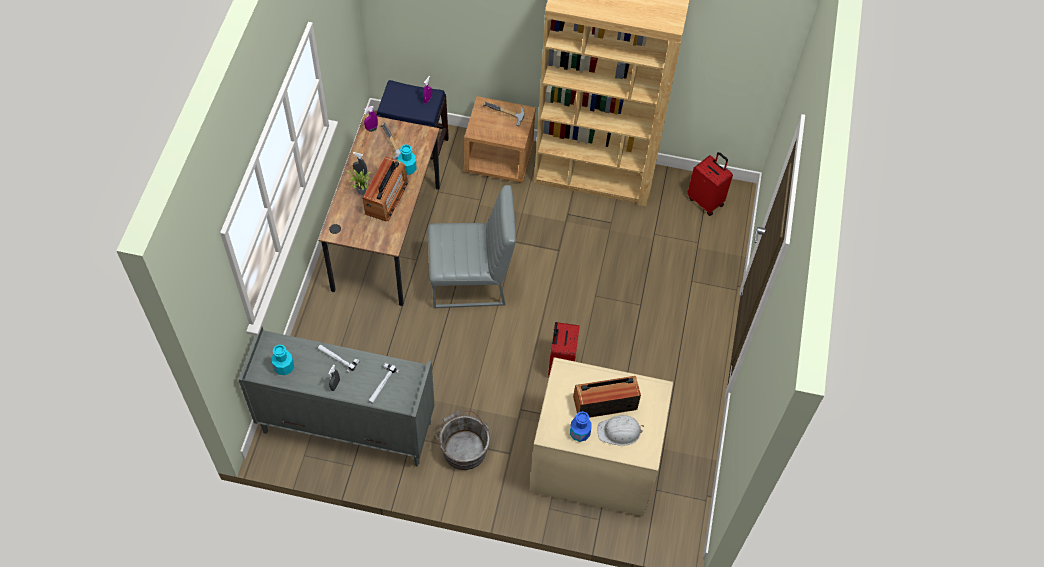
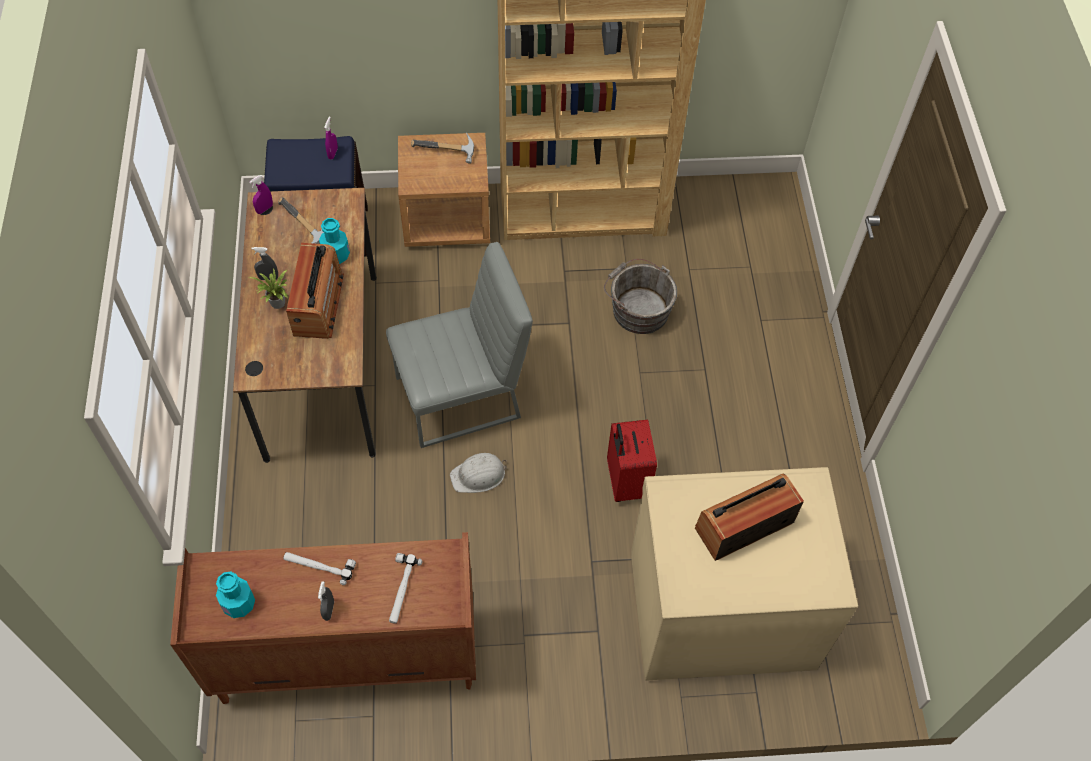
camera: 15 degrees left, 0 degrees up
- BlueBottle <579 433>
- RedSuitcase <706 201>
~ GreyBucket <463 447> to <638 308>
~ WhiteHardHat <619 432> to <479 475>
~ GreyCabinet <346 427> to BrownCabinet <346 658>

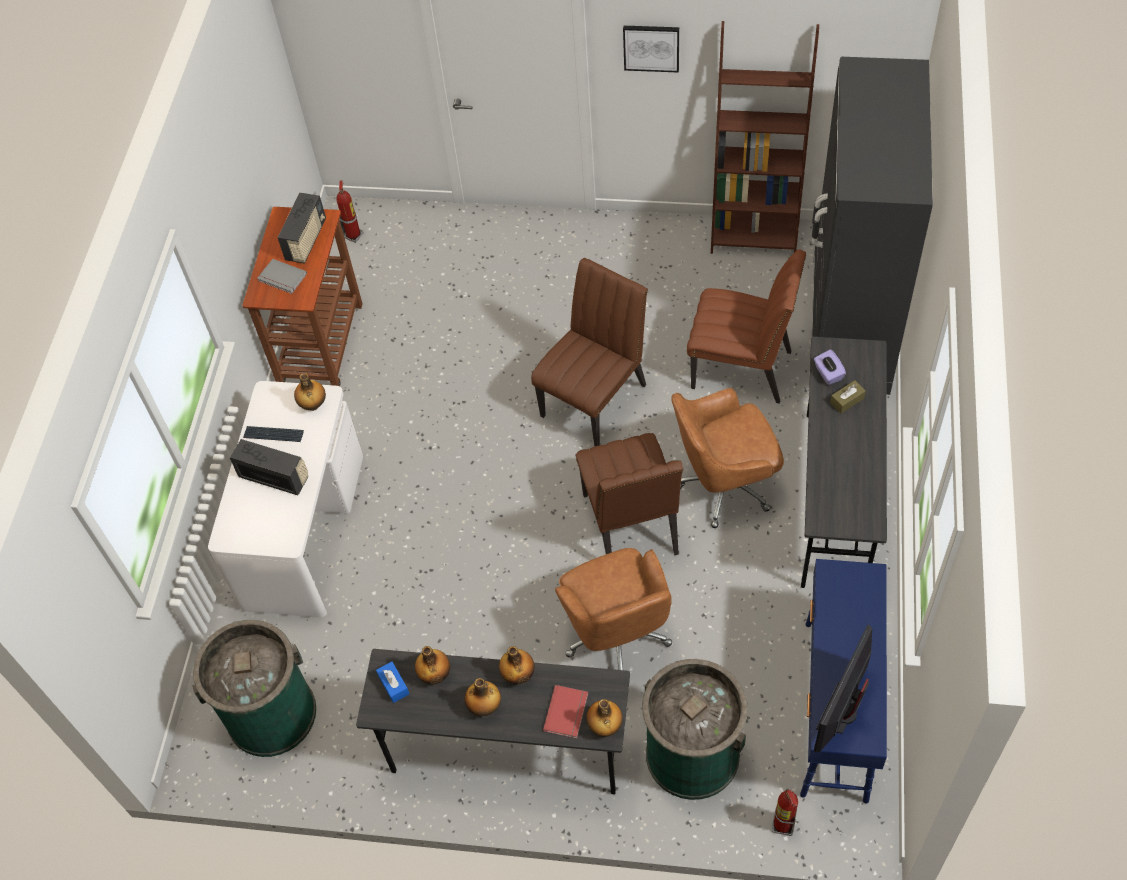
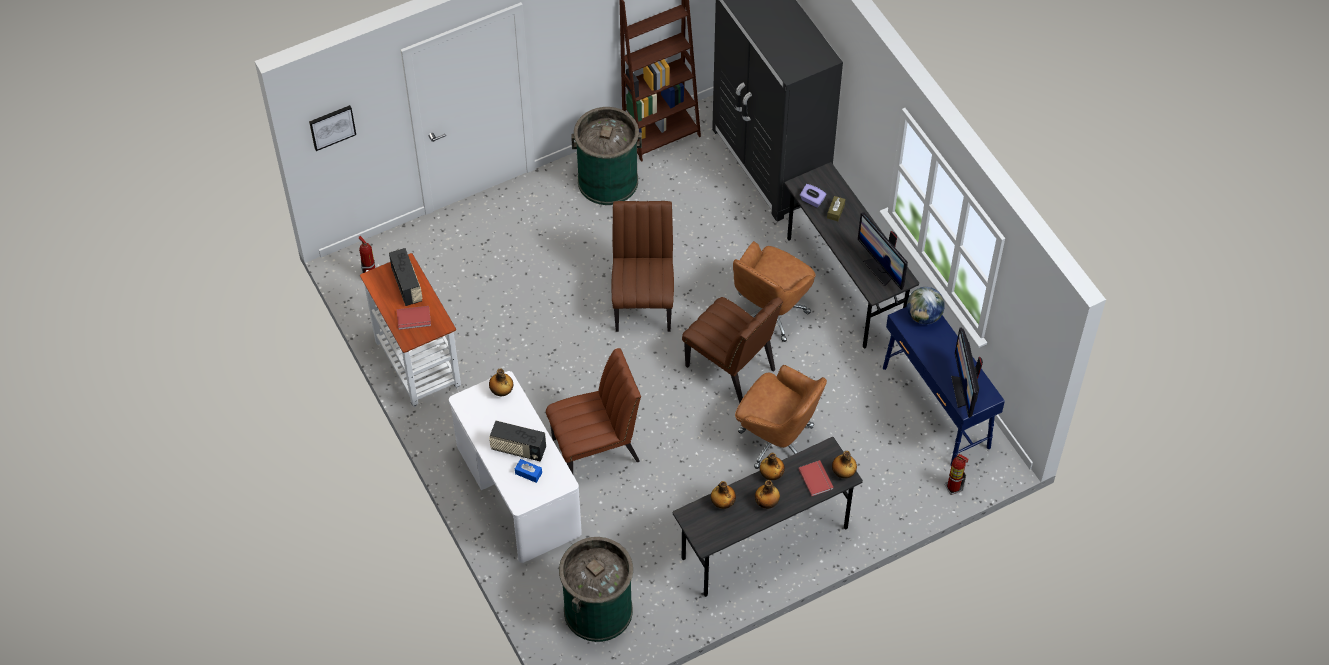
camera: 40 degrees left, 0 degrees up
- Keyboard <273 434>
+ Monitor <881 269>
+ Globe <923 316>
~ BlueTissueBox <393 685> to <528 473>
~ Picture <651 47> to <332 127>
~ GreenTrashCan <692 754> to <608 181>
~ BrownChair <740 369> to <595 451>
~ BrownCart <321 343> to WhiteCart <417 364>
~ GreyBook <282 278> to RedBook <414 319>
~ Radio <274 477> = <518 449> 150 degrees counterclockwise

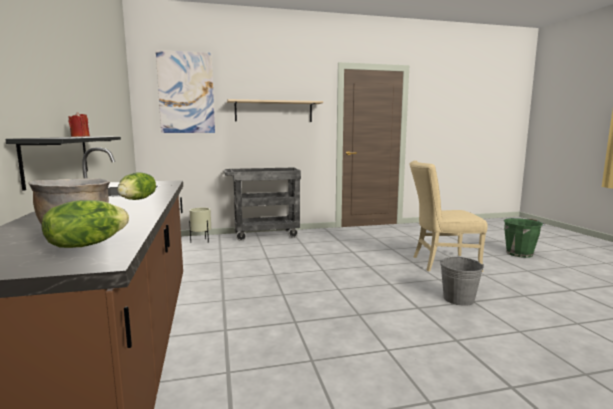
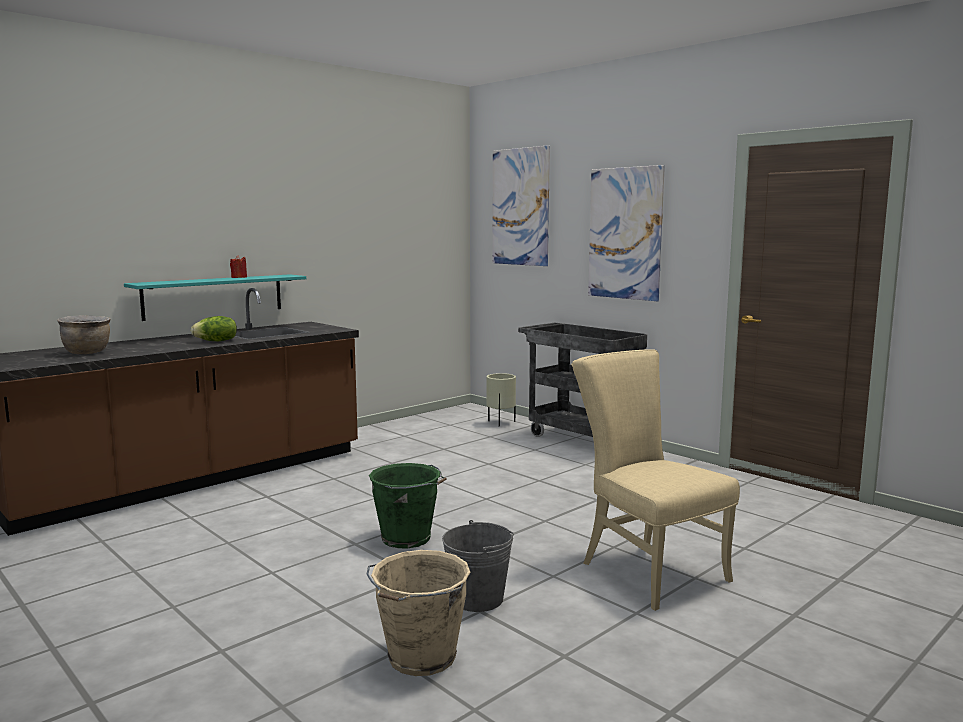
camera: 60 degrees right, 0 degrees up
- Lettuce <87 244>
+ BeigeBucket <420 658>
~ GreenBucket <520 253> to <408 539>
~ BeigeShelf <274 111> to Picture <624 233>
~ BlackShelf <58 158> to TurquoiseShelf <214 296>

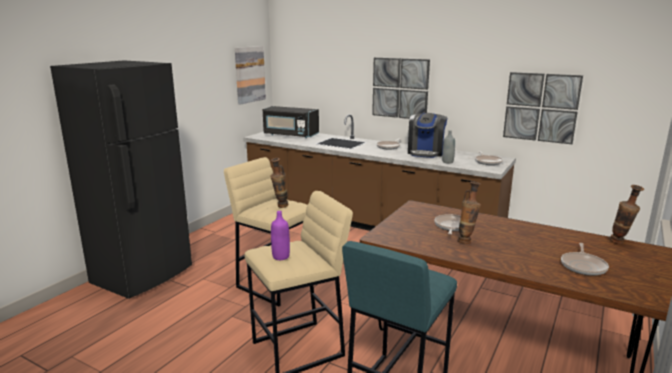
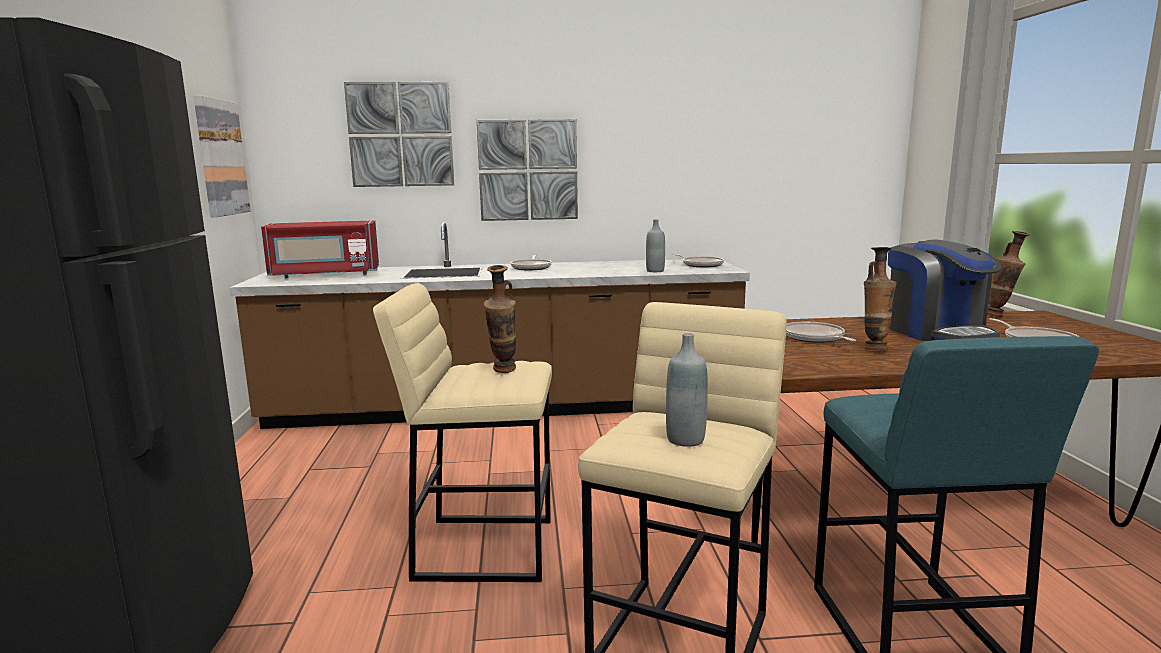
camera: 35 degrees left, 5 degrees down
~ CoffeeMachine <425 152> to <936 332>
~ Picture <541 107> to <401 135>
~ BlackMicrowave <290 135> to RedMicrowave <325 274>
~ PurpleBottle <281 256> to GreyBottle <685 439>

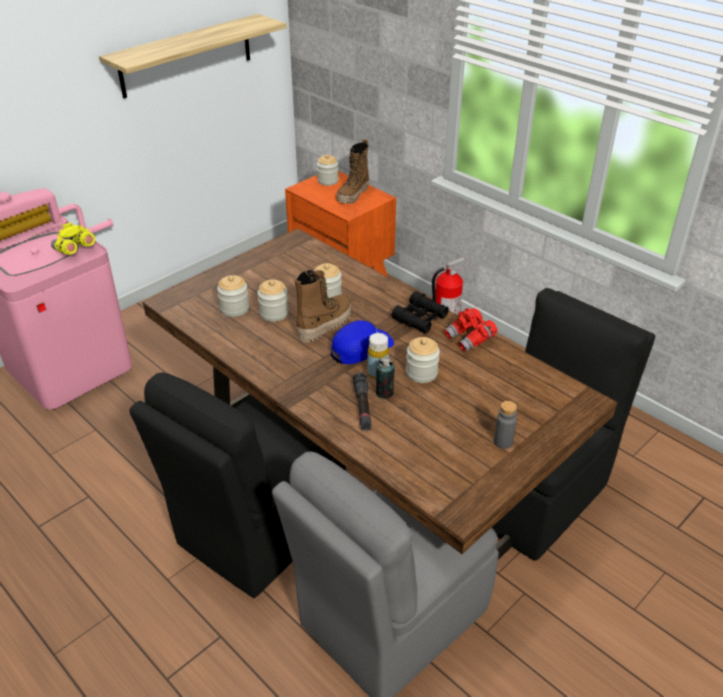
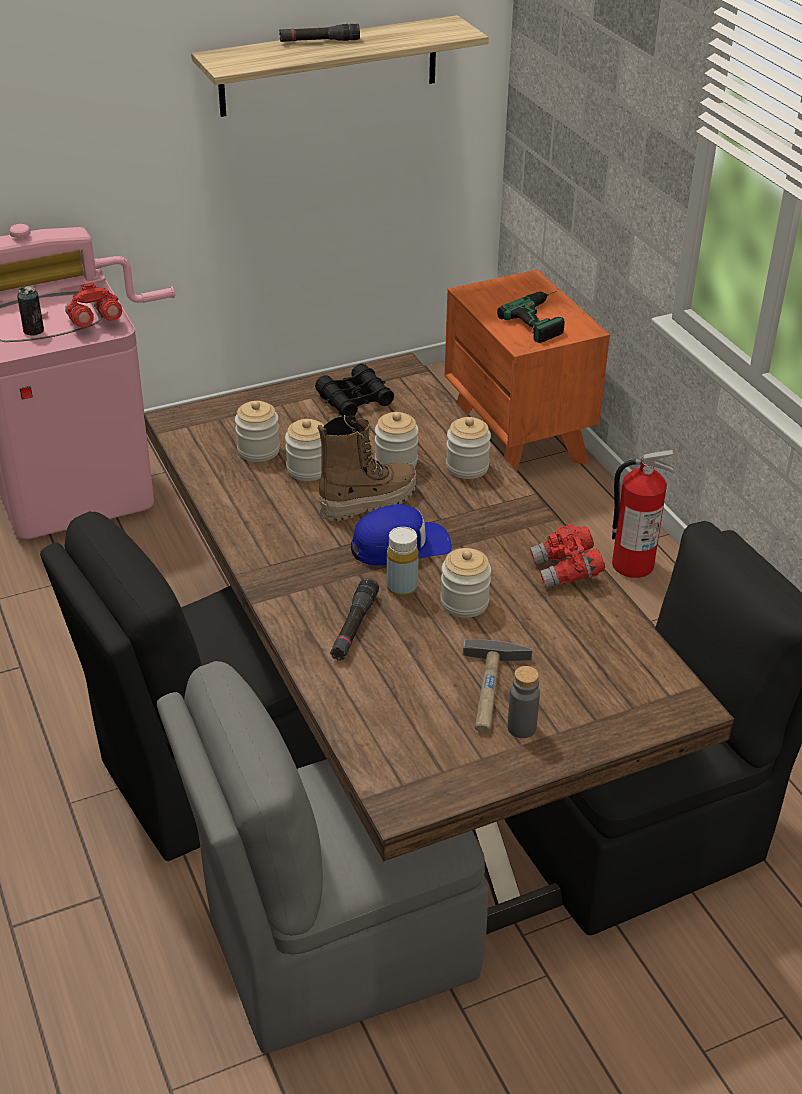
camera: 20 degrees right, 0 degrees up
+ BlackFlashlight <319 41>
+ Hammer <492 690>
~ Jar <328 181> to <467 467>
~ Can <384 393> to <33 330>
~ BlackBinoculars <420 318> to <355 400>
~ Boot <353 195> to PowerDrill <544 318>
~ YellowBinoculars <74 250> to RedBinoculars <94 323>

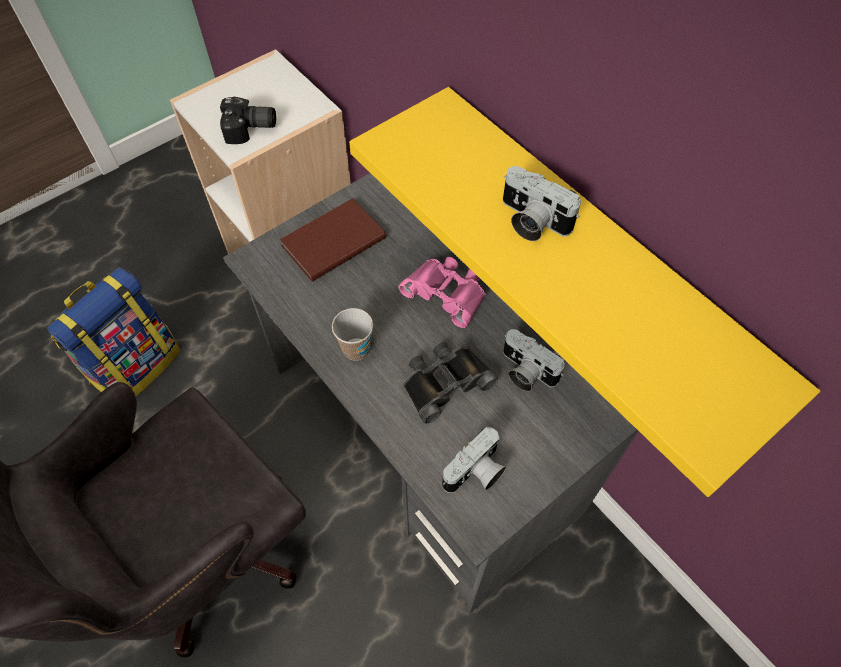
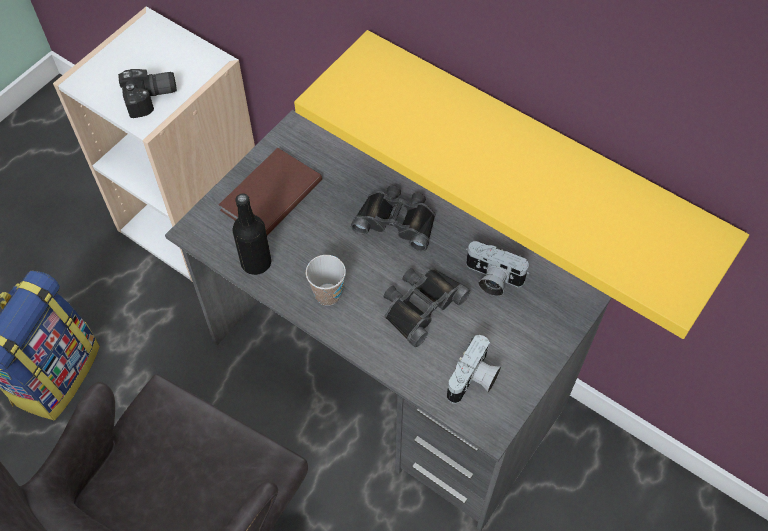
camera: 15 degrees left, 0 degrees up
- PhotoCamera <531 221>
+ BlackBottle <256 262>
~ PinkBinoculars <446 292> to BlackBinoculars <397 221>

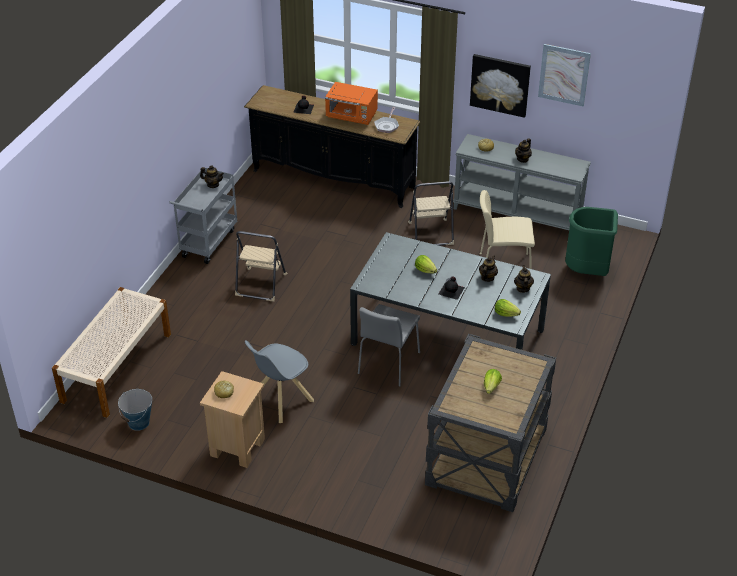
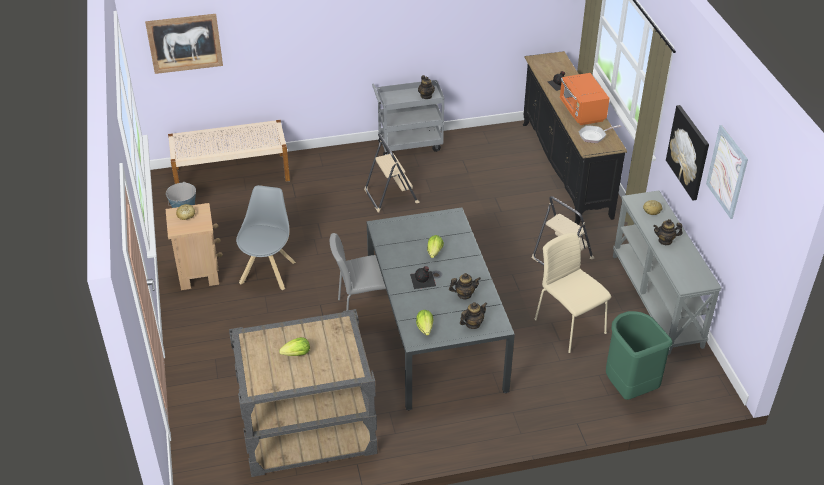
camera: 55 degrees right, 0 degrees up
+ Picture <184 43>
~ GreyChair <280 400> = <268 271> 90 degrees clockwise

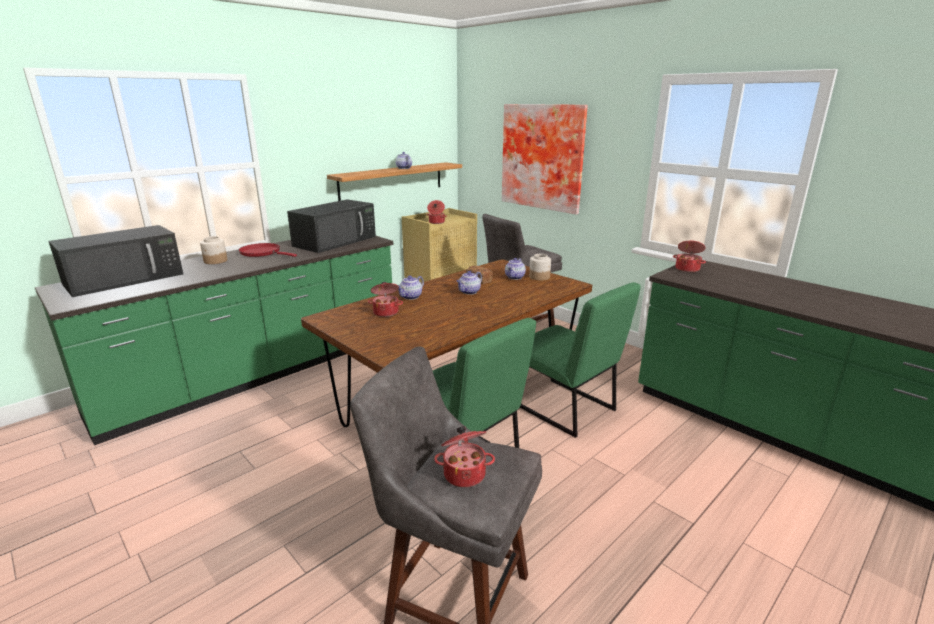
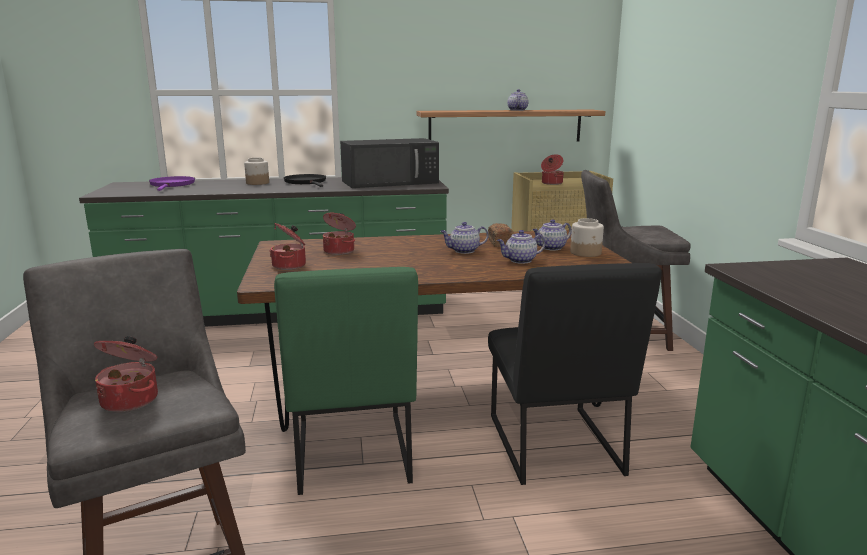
camera: 35 degrees right, 5 degrees down
- Picture <543 157>
~ Teapot <410 297> to <520 260>
~ CookingPot <687 269> to <290 265>
~ BlackMicrowave <126 278> to PurpleFryingPan <172 185>
~ RedFryingPan <262 253> to BlackFryingPan <306 182>
~ GreenChair <565 408> to BlackChair <554 446>

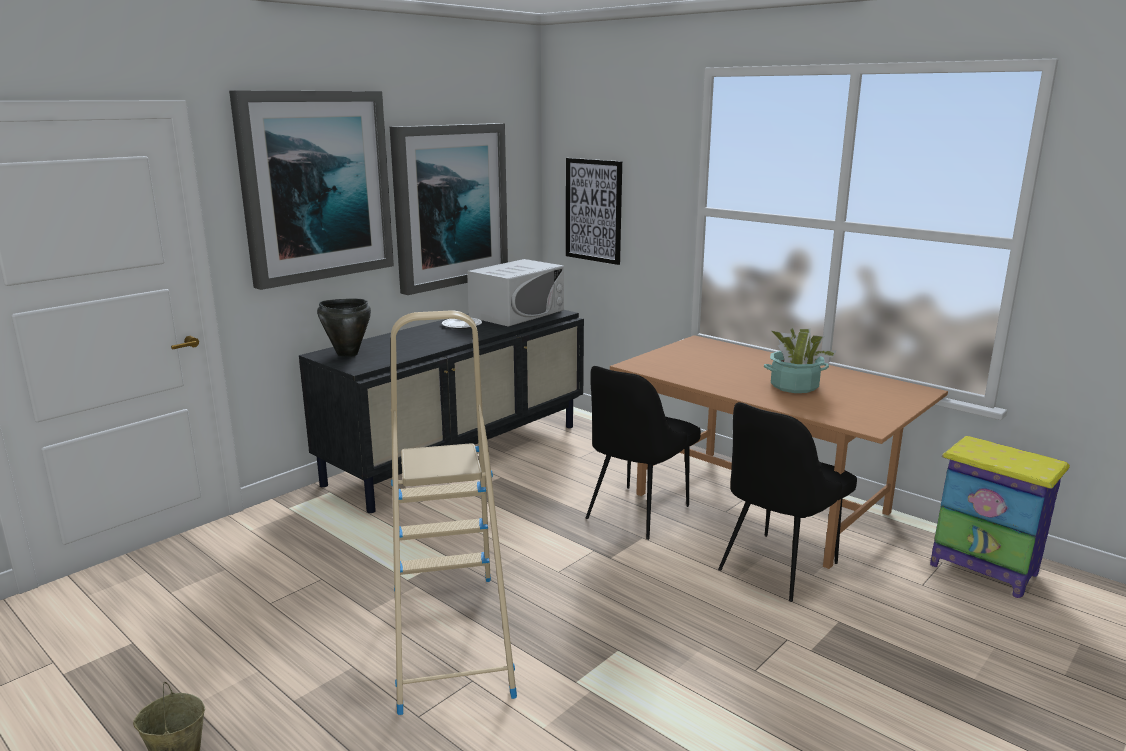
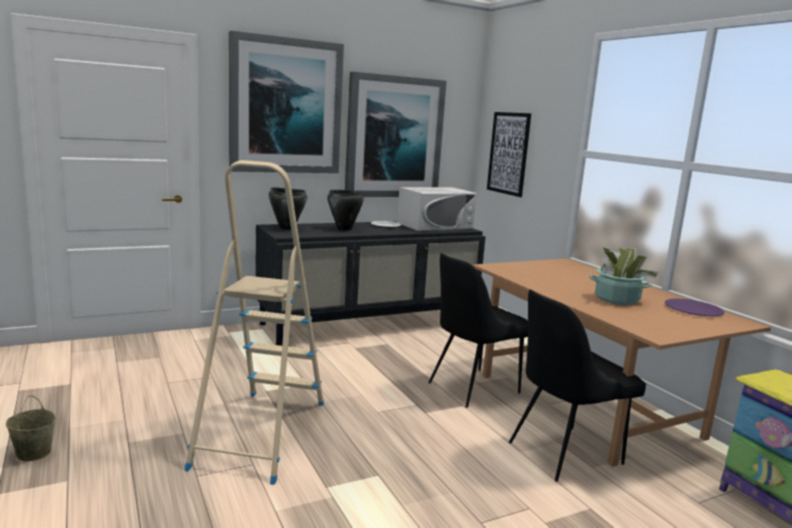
camera: 20 degrees right, 5 degrees down
+ BlackCookingPot <344 229>
+ PurplePlate <693 309>

